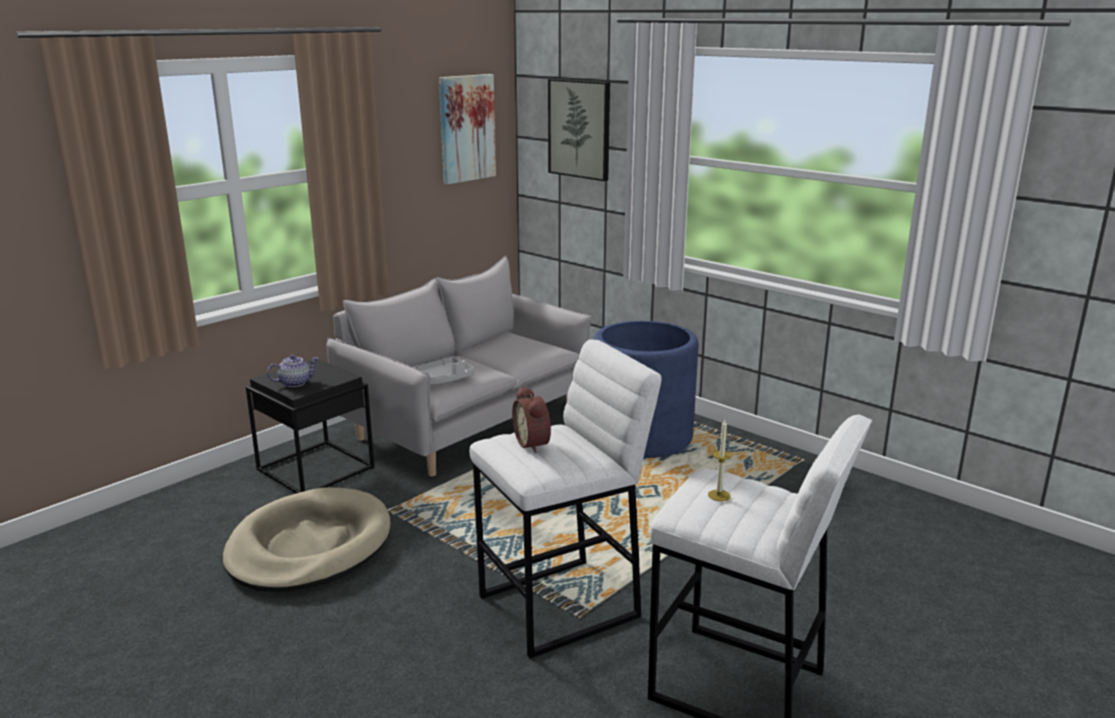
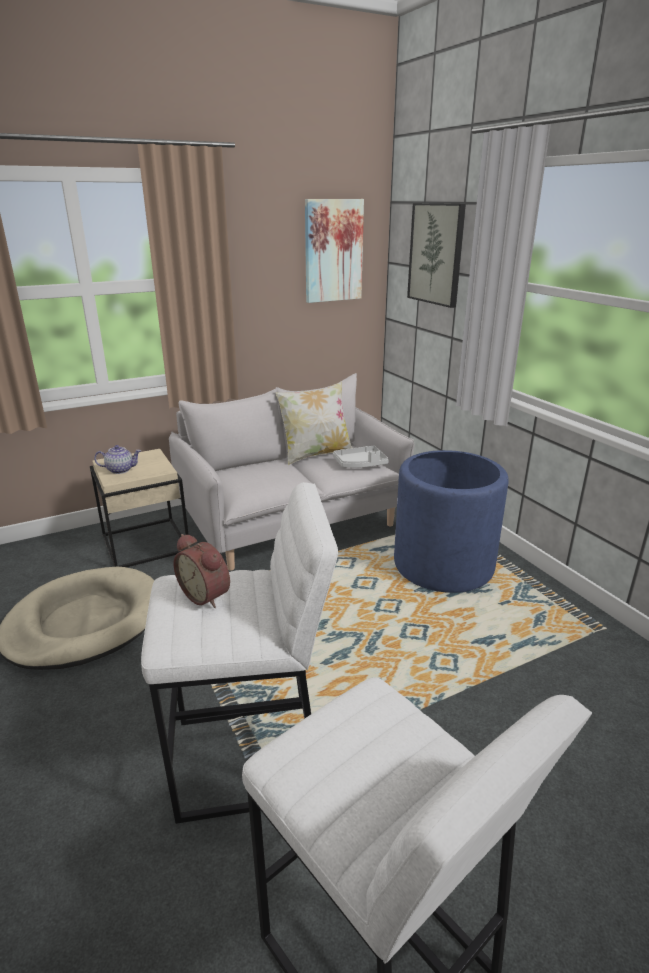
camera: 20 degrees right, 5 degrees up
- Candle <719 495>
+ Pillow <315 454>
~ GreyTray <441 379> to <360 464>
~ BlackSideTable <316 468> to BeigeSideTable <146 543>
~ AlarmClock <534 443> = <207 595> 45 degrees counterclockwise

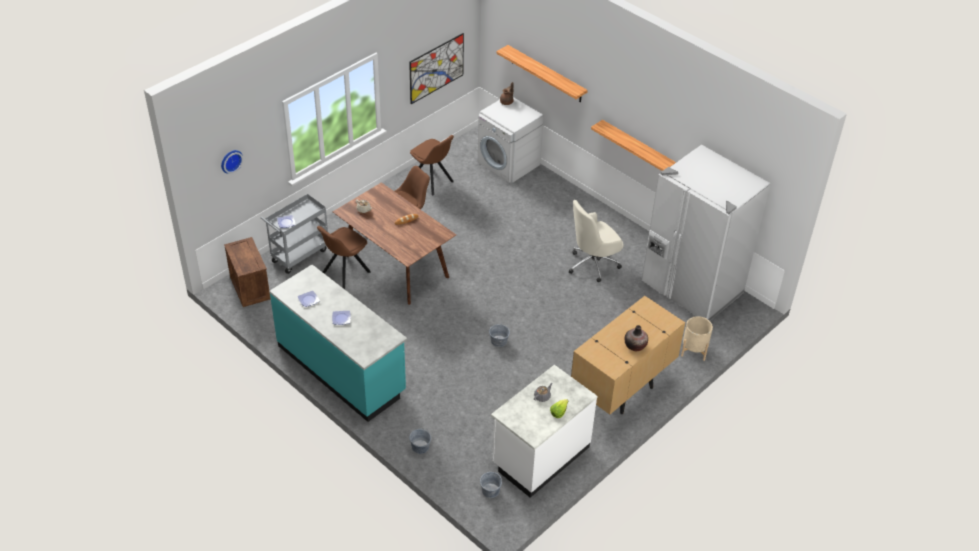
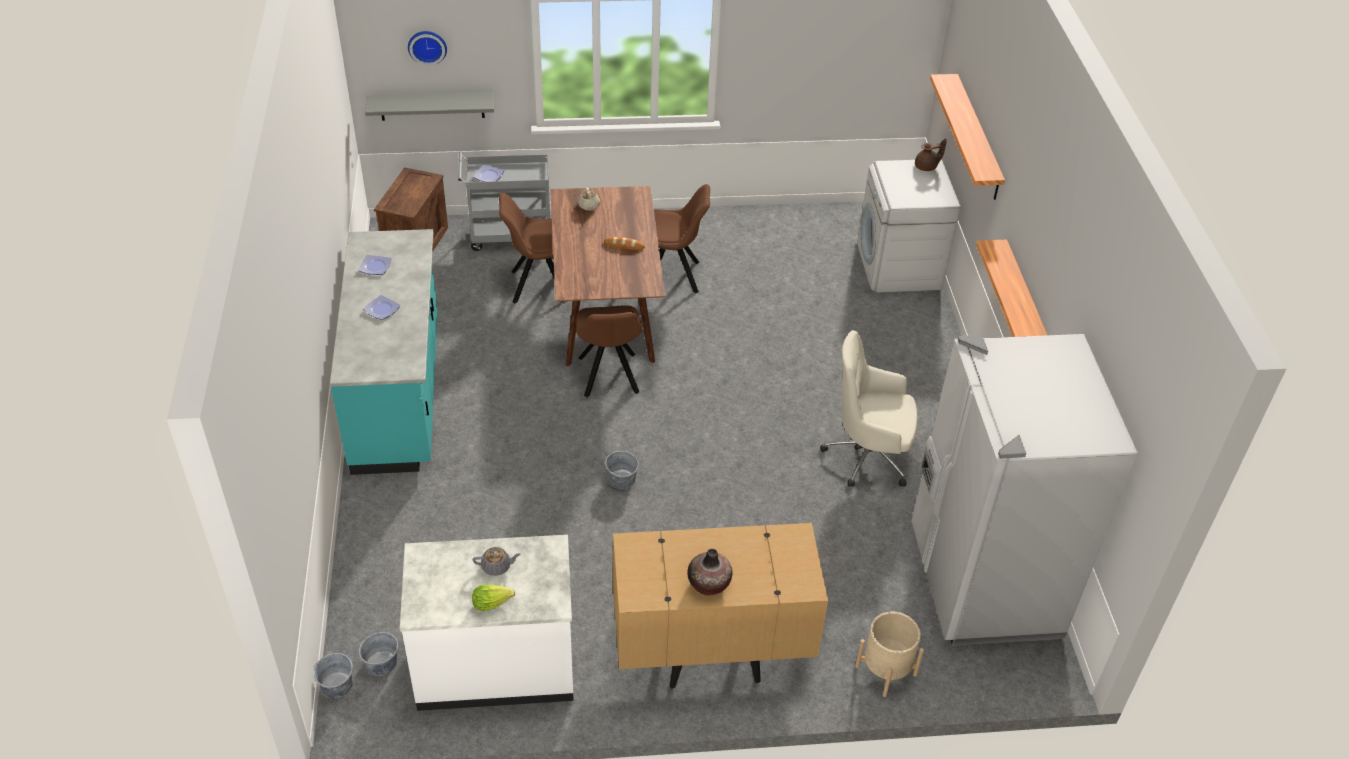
camera: 40 degrees right, 0 degrees up
- Picture <436 68>
+ GreyShelf <432 106>
~ GreyBucket <420 447> to <336 685>
~ BrownChair <432 181> to <609 375>

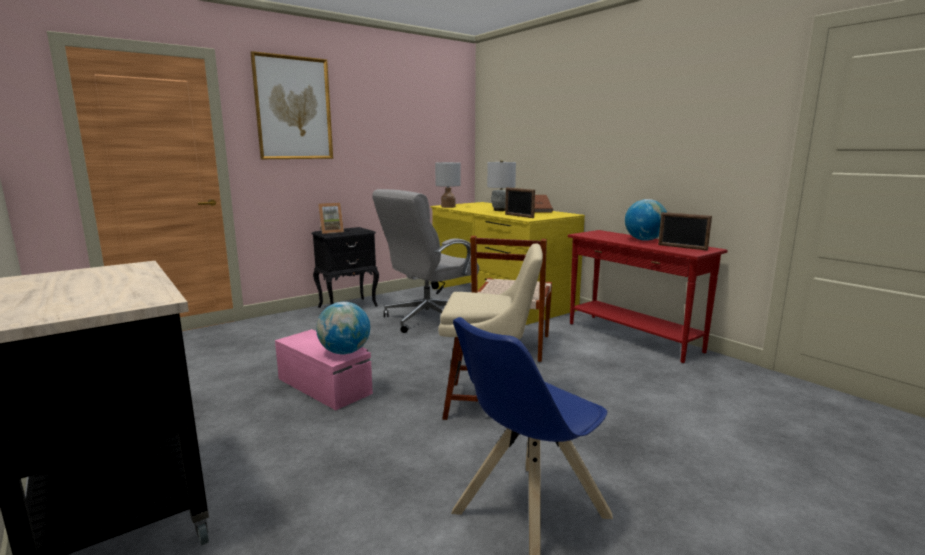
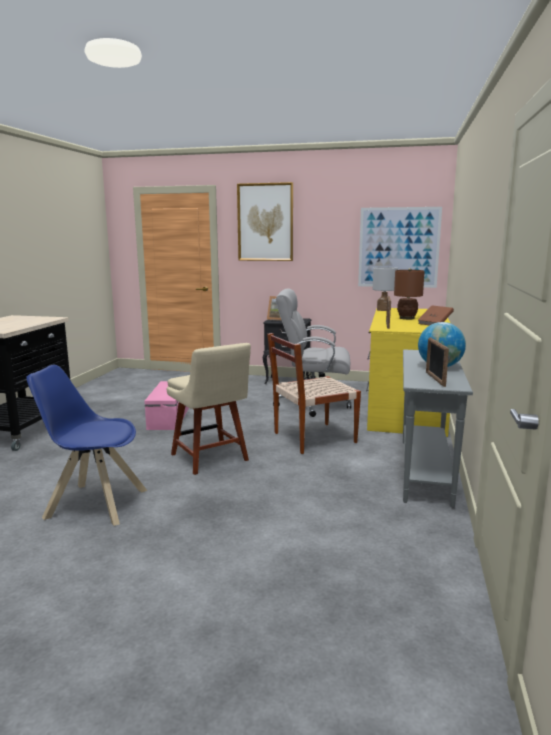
camera: 50 degrees right, 0 degrees up
- Globe <344 352>
+ Picture <398 247>
~ WhiteTableLamp <500 210> to BrownTableLamp <407 318>
~ RedConsoleTable <634 337> to GreyConsoleTable <426 471>

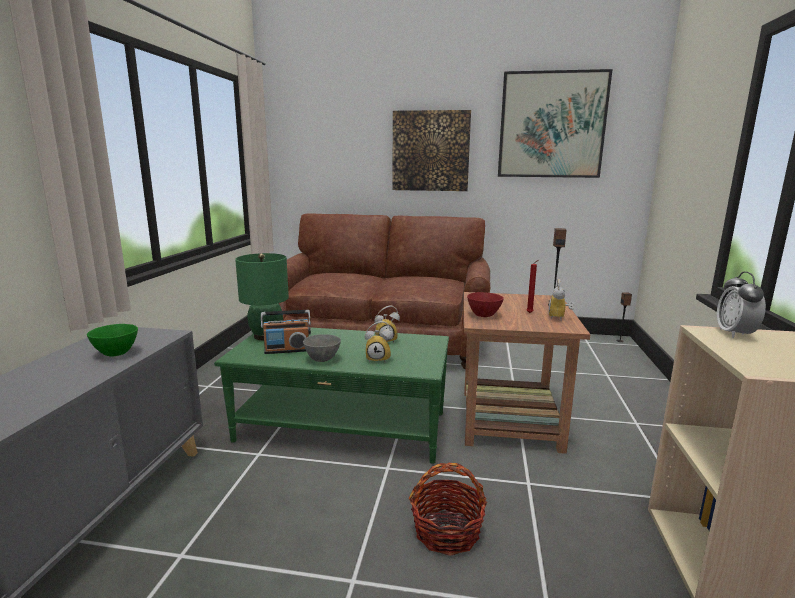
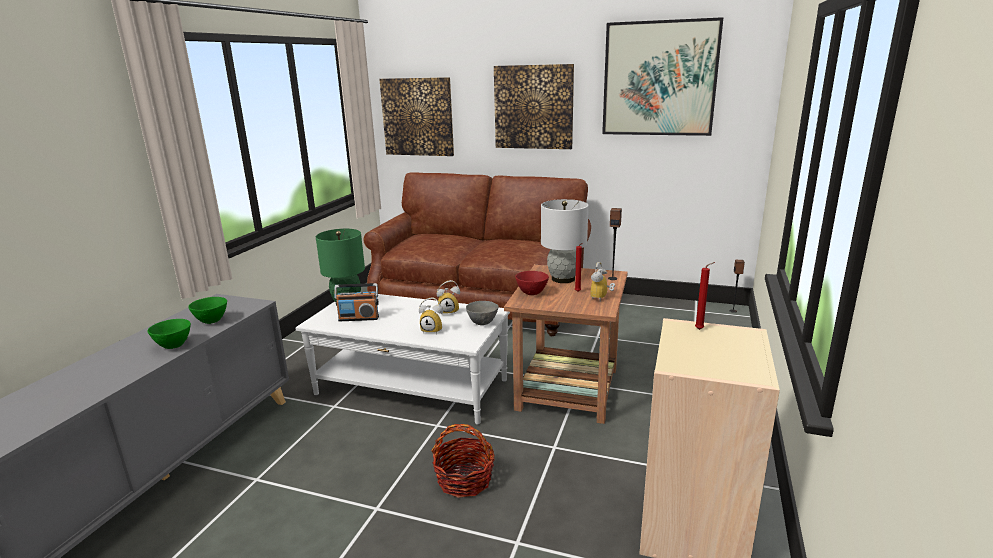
camera: 10 degrees right, 5 degrees up
+ GreenBowl <174 346>
+ Picture <417 117>
+ WhiteTableLamp <563 279>
~ GreyBowl <323 359> to <483 323>
~ AlarmClock <735 334> to RedCandle <700 329>
~ GreenCoffeeTable <343 428> to WhiteCoffeeTable <412 388>

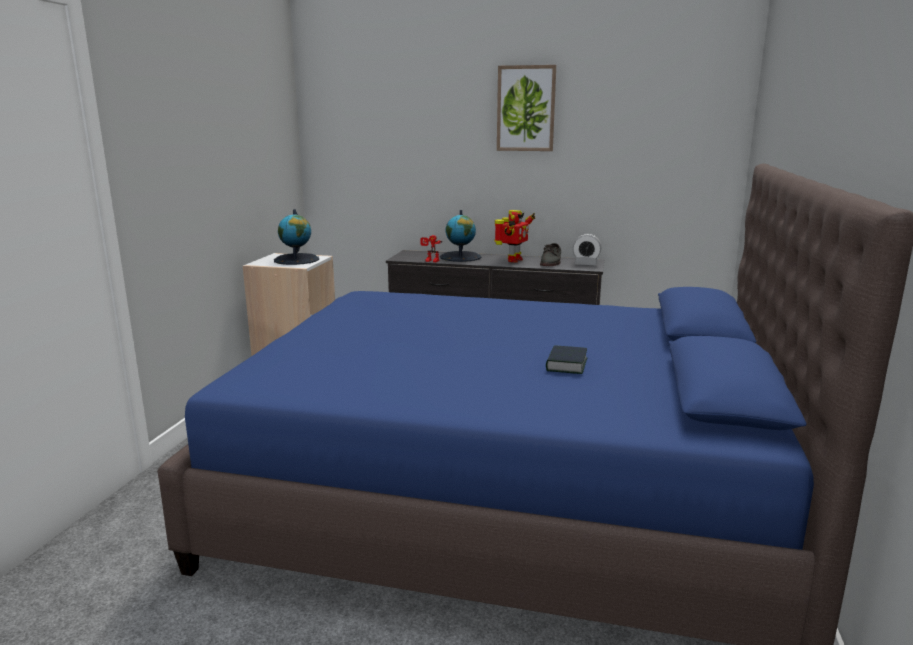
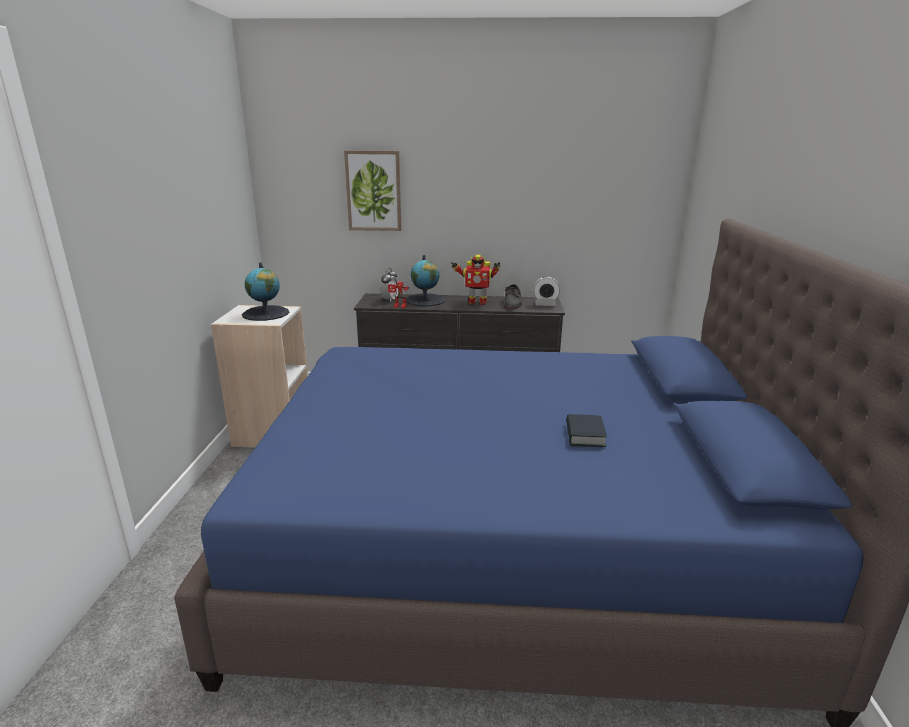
camera: 10 degrees left, 5 degrees up
+ AlarmClock <389 300>
~ Picture <526 108> to <374 191>
~ ToyRobot <513 260> = <476 302> 75 degrees clockwise

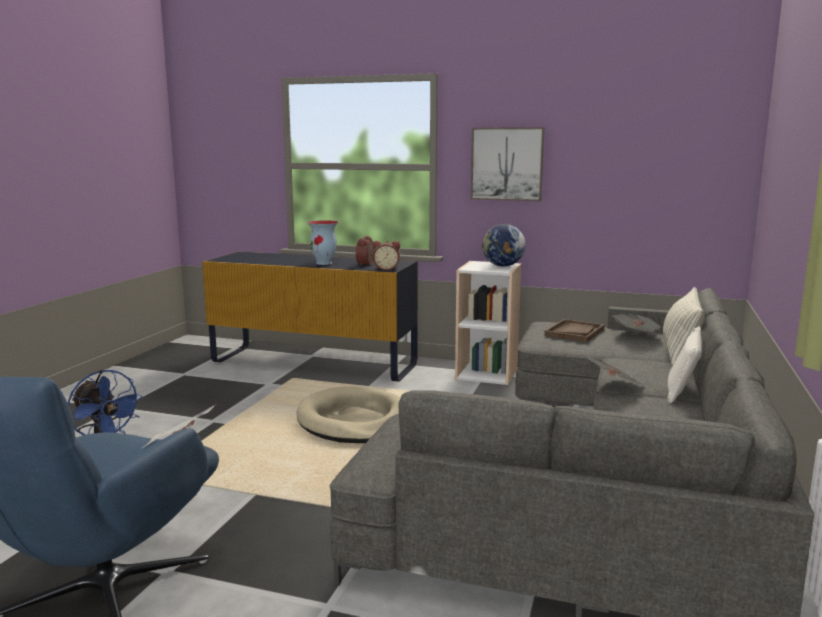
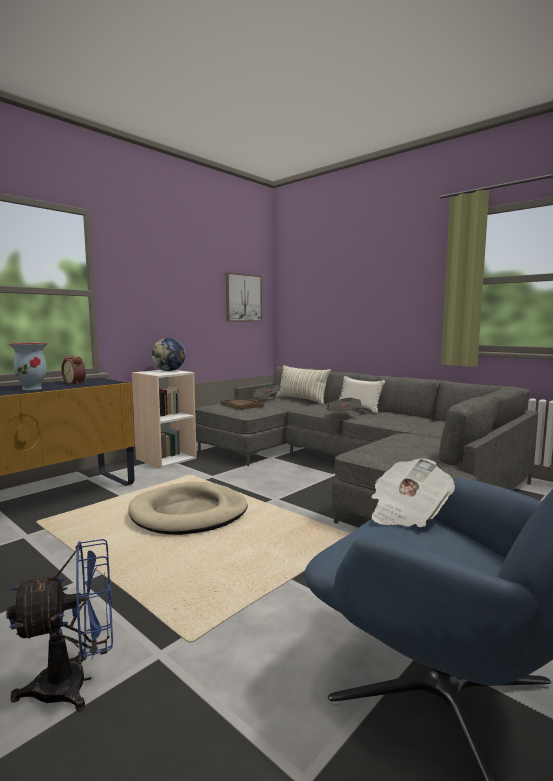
camera: 65 degrees left, 5 degrees down
- AlarmClock <386 269>
~ Picture <507 164> to <243 298>

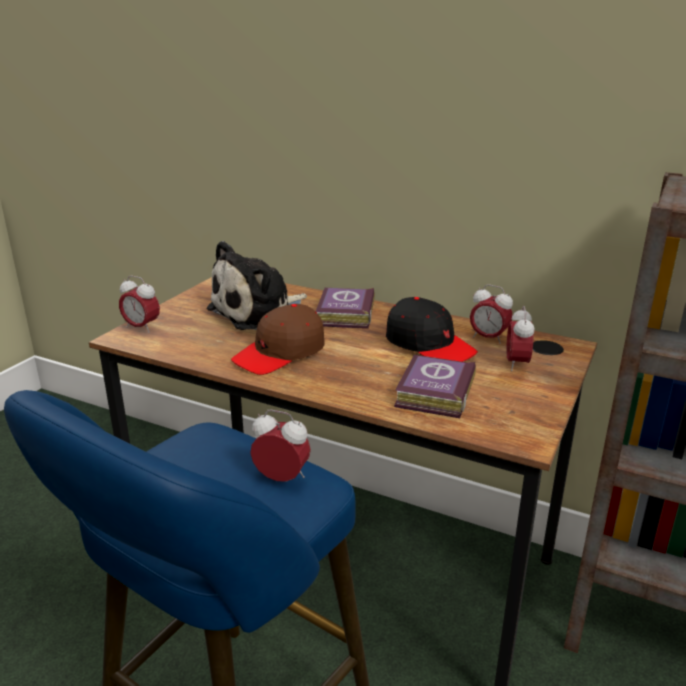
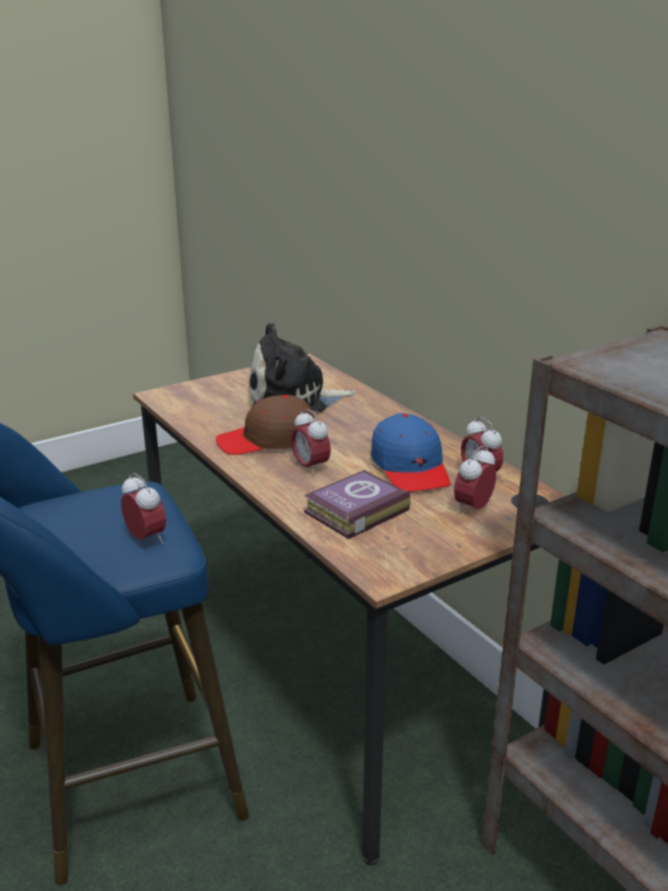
camera: 30 degrees right, 0 degrees up
- Book <344 314>
~ AlarmClock <142 327> to <310 468>
~ BlackCap <429 345> to BlueCap <410 467>

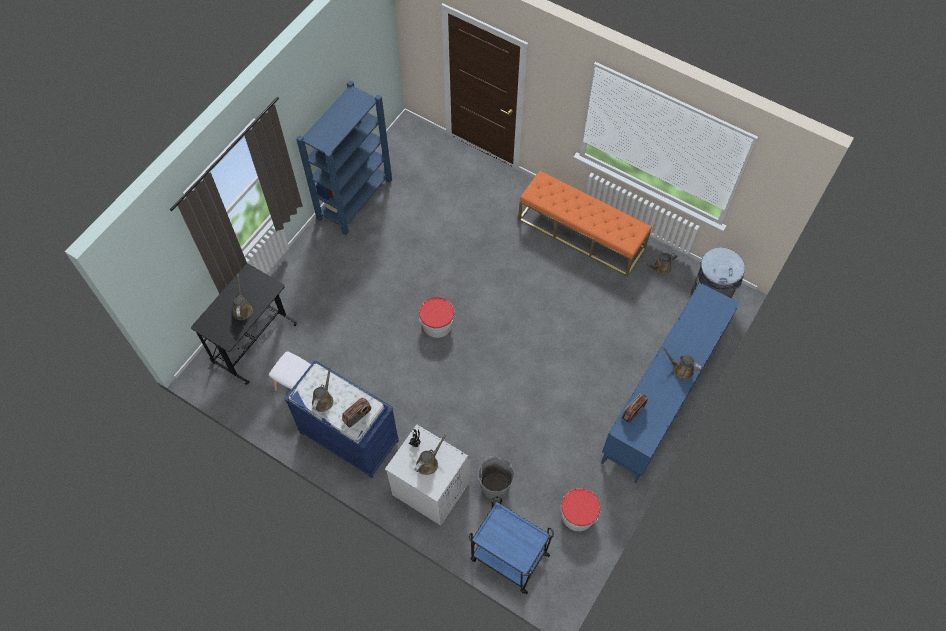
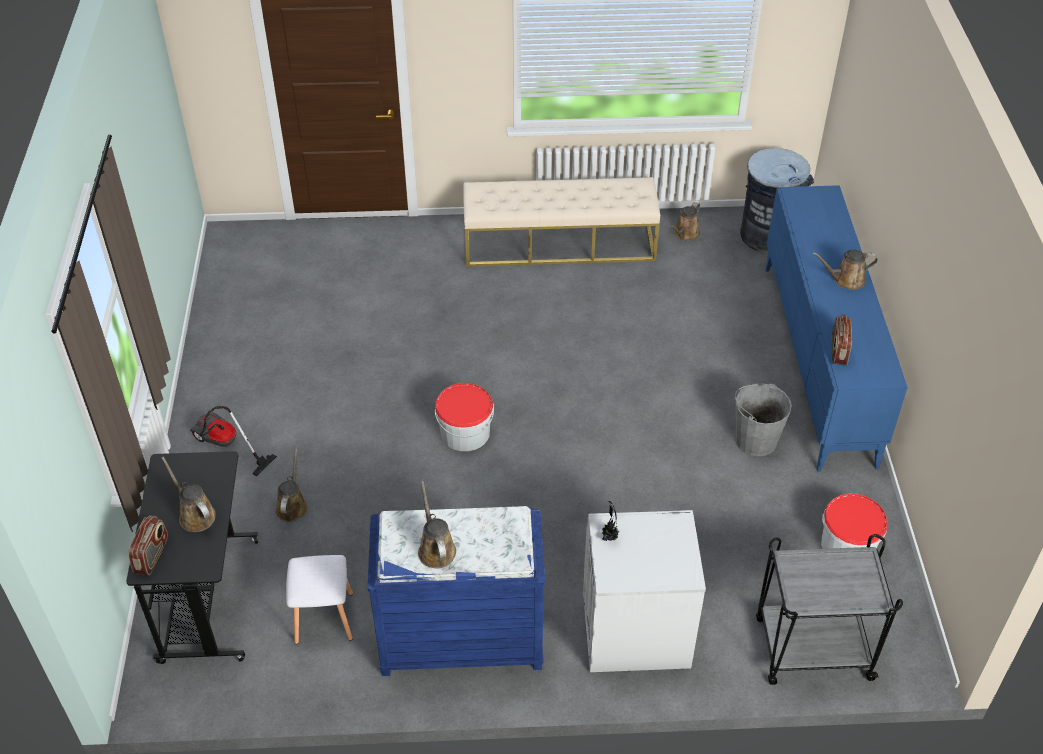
camera: 35 degrees left, 15 degrees down
- BlueBookcase <354 199>
+ VacuumCleaner <225 446>
~ Radio <357 416> to <152 555>
~ BrownWateringCan <429 462> to <292 506>
~ GreyBucket <495 486> to <755 440>
~ BlueCart <508 556> to GreyCart <811 649>
~ OrangeBench <581 234> to BeigeBench <559 244>

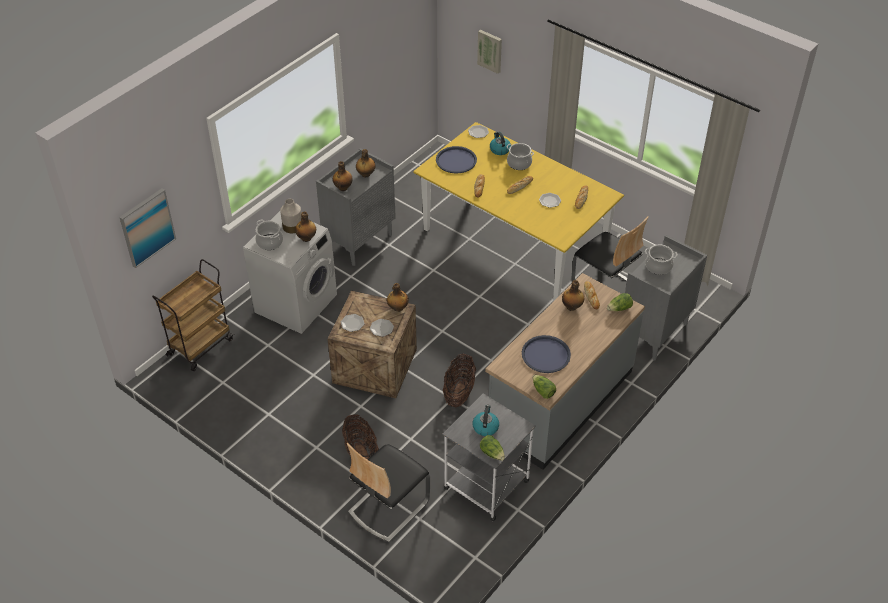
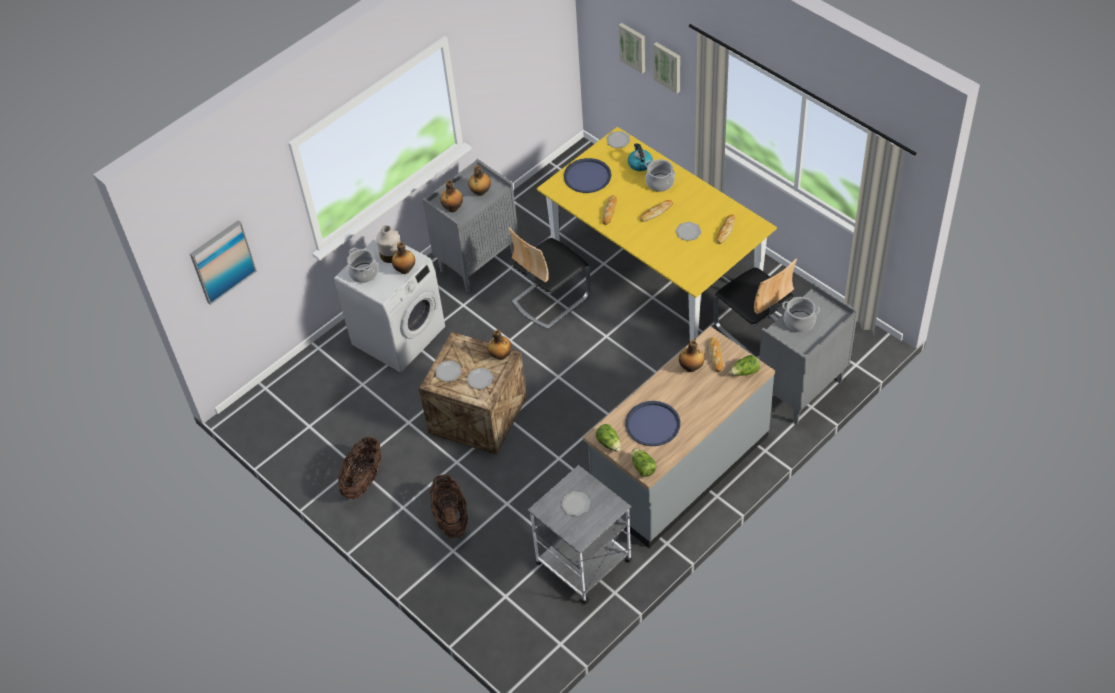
camera: 10 degrees right, 5 degrees up
- BrownCart <201 347>
+ Picture <668 66>
~ Chair <388 507> to <550 299>
~ Basket <459 392> to <363 480>
~ Lettuce <492 453> to <609 443>
~ Kettle <485 427> to Plate <575 504>

